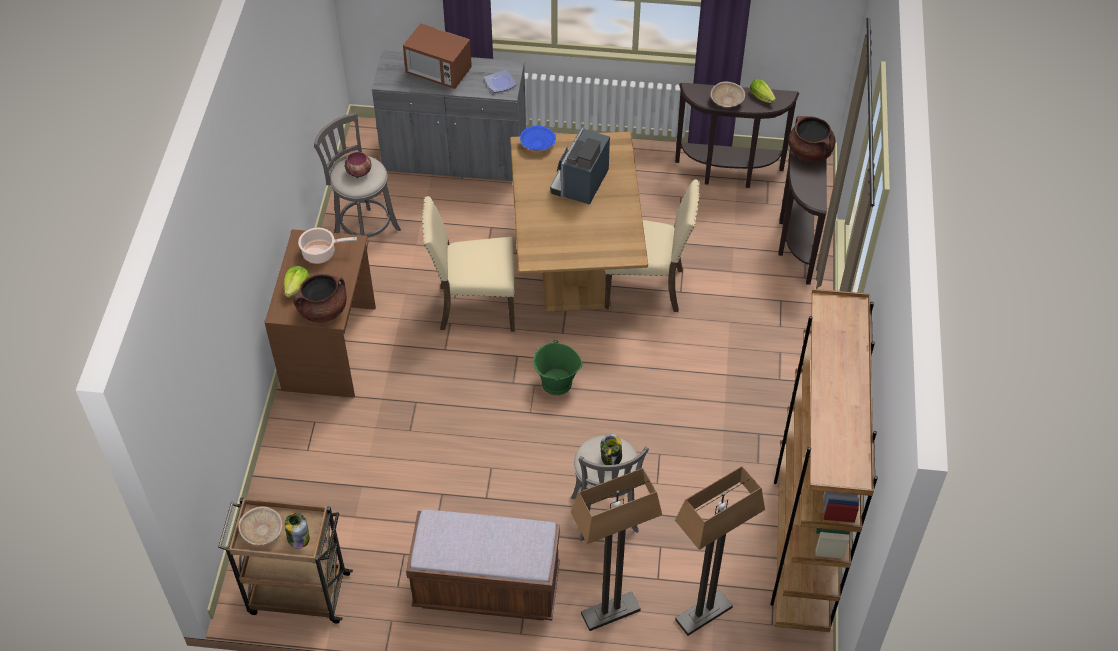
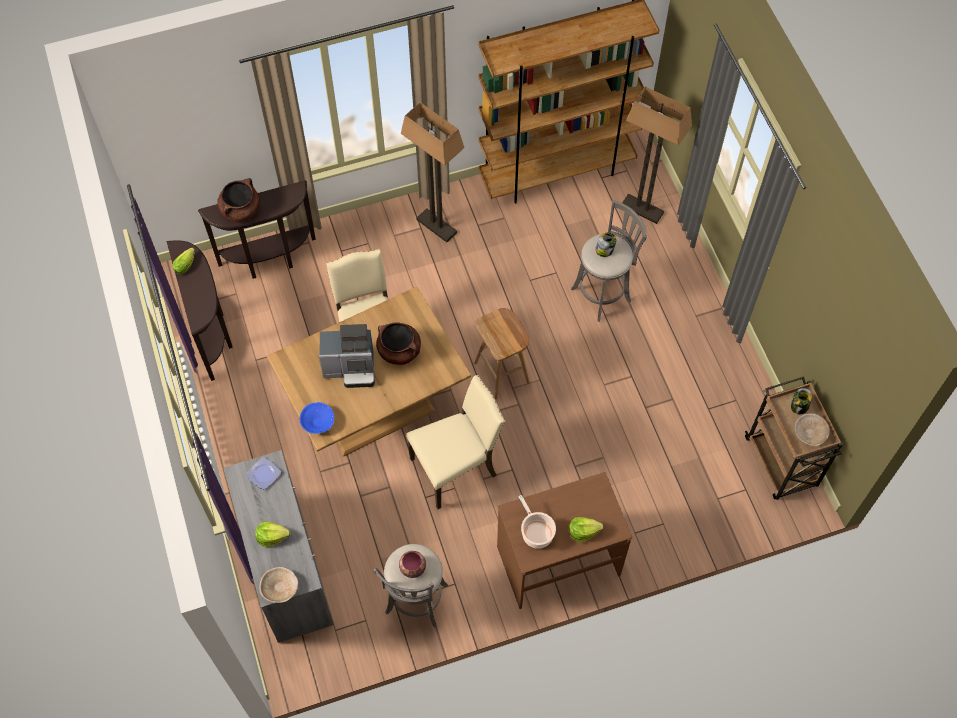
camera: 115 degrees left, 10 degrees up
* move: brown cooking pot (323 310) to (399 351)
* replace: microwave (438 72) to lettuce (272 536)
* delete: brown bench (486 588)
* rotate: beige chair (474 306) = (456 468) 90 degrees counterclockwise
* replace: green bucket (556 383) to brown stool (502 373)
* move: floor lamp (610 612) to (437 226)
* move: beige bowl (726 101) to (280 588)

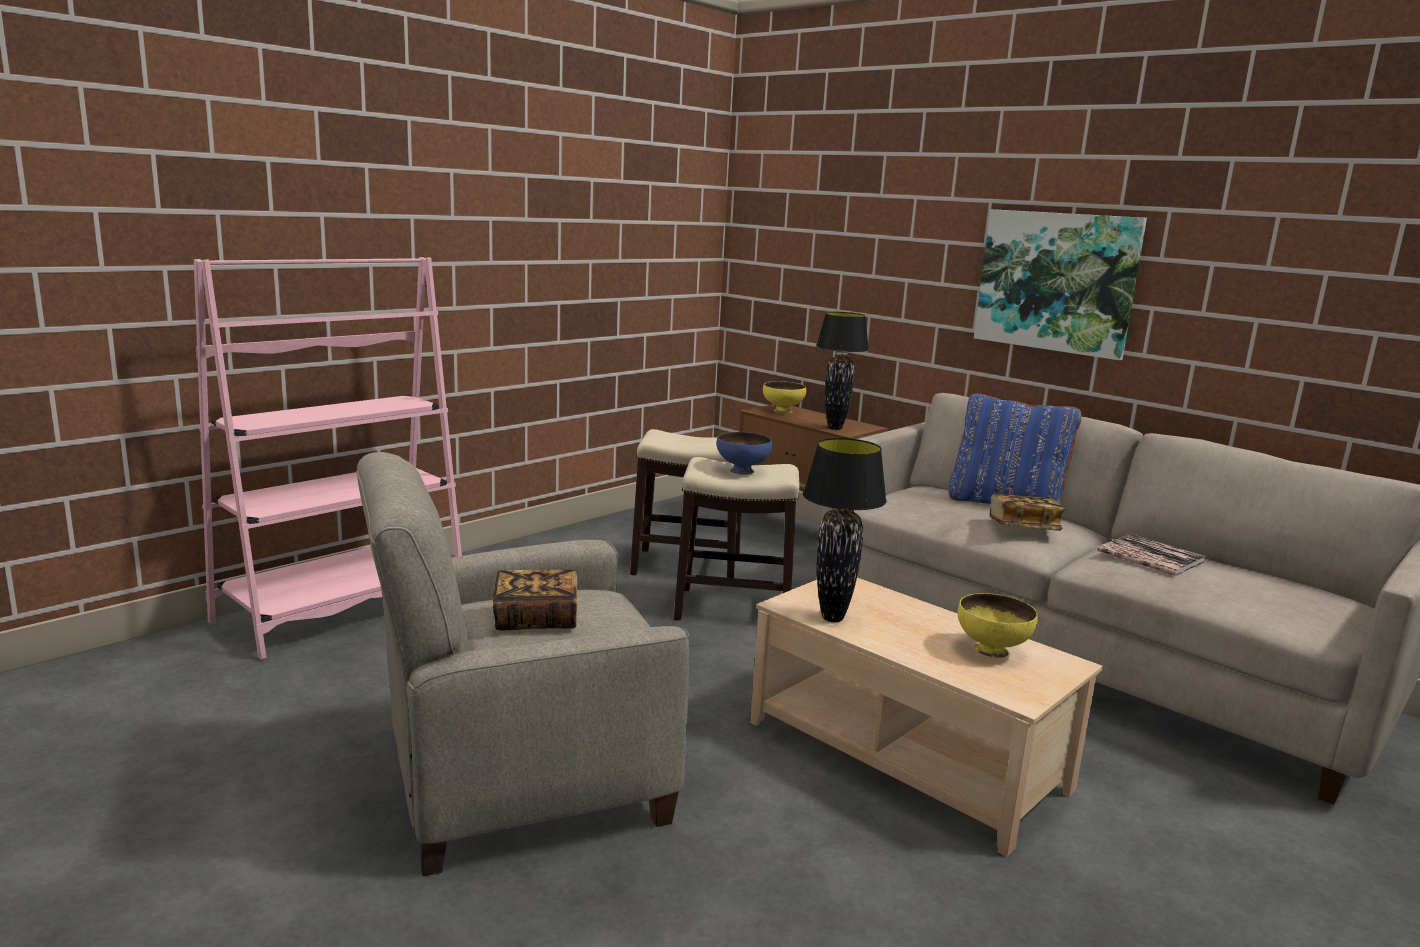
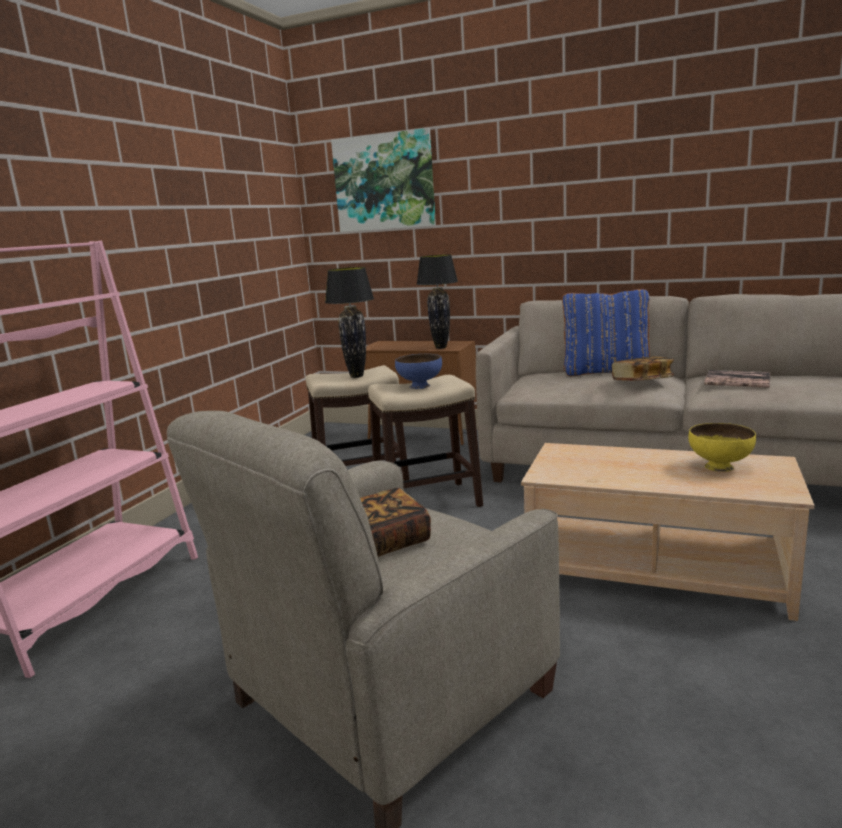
camera: 20 degrees left, 0 degrees up
* delete: yellow bowl (783 411)
* move: black table lamp (832 618) to (356 376)
* move: picture (1056 282) to (384 182)

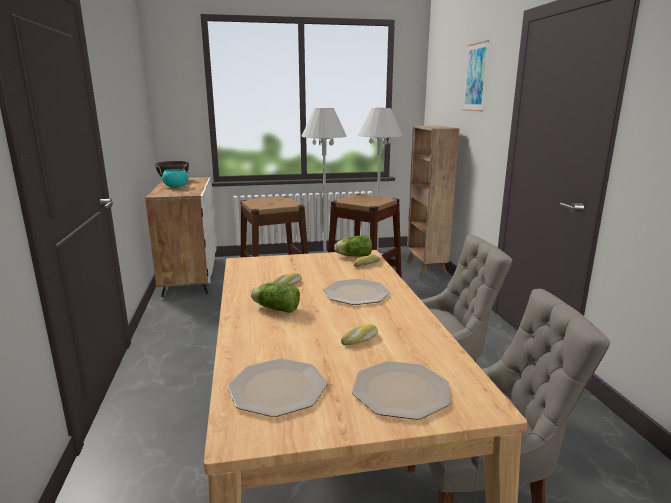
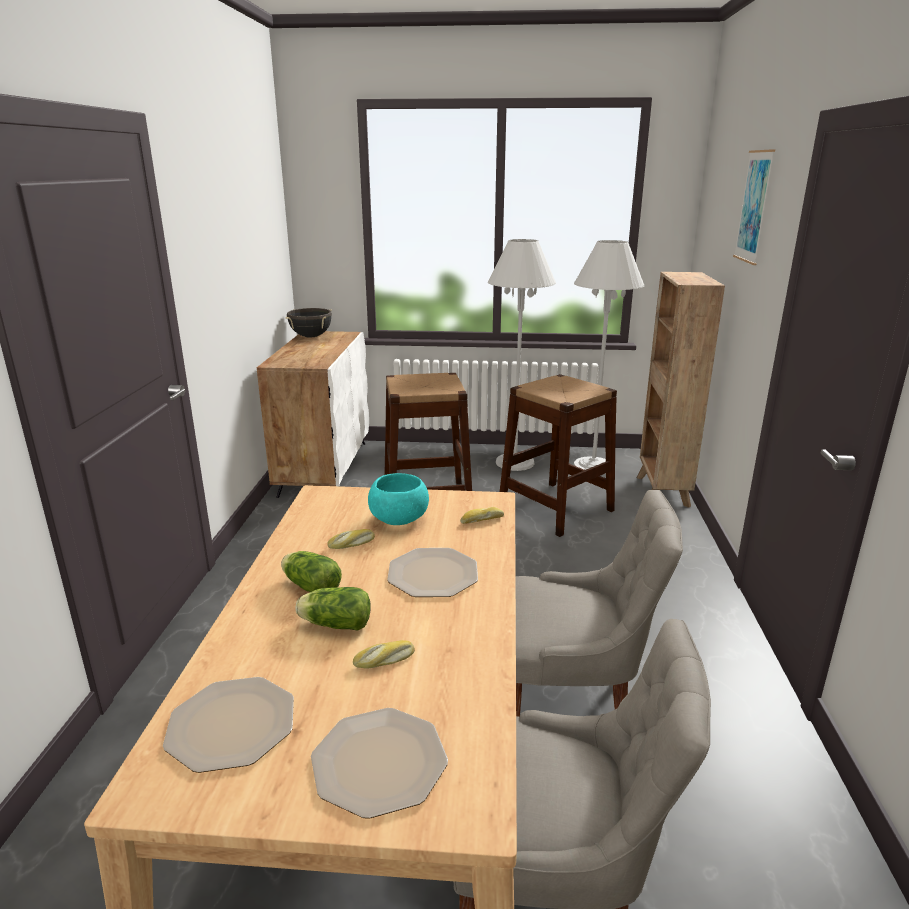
camera: 15 degrees right, 5 degrees up
* move: turquoise bowl (176 187) to (399 519)
* move: lettuce (353 256) to (334 624)

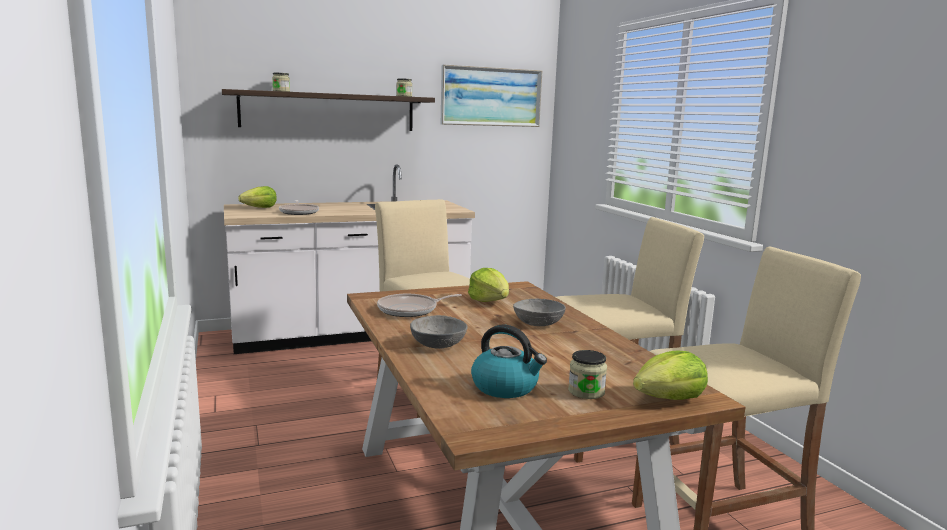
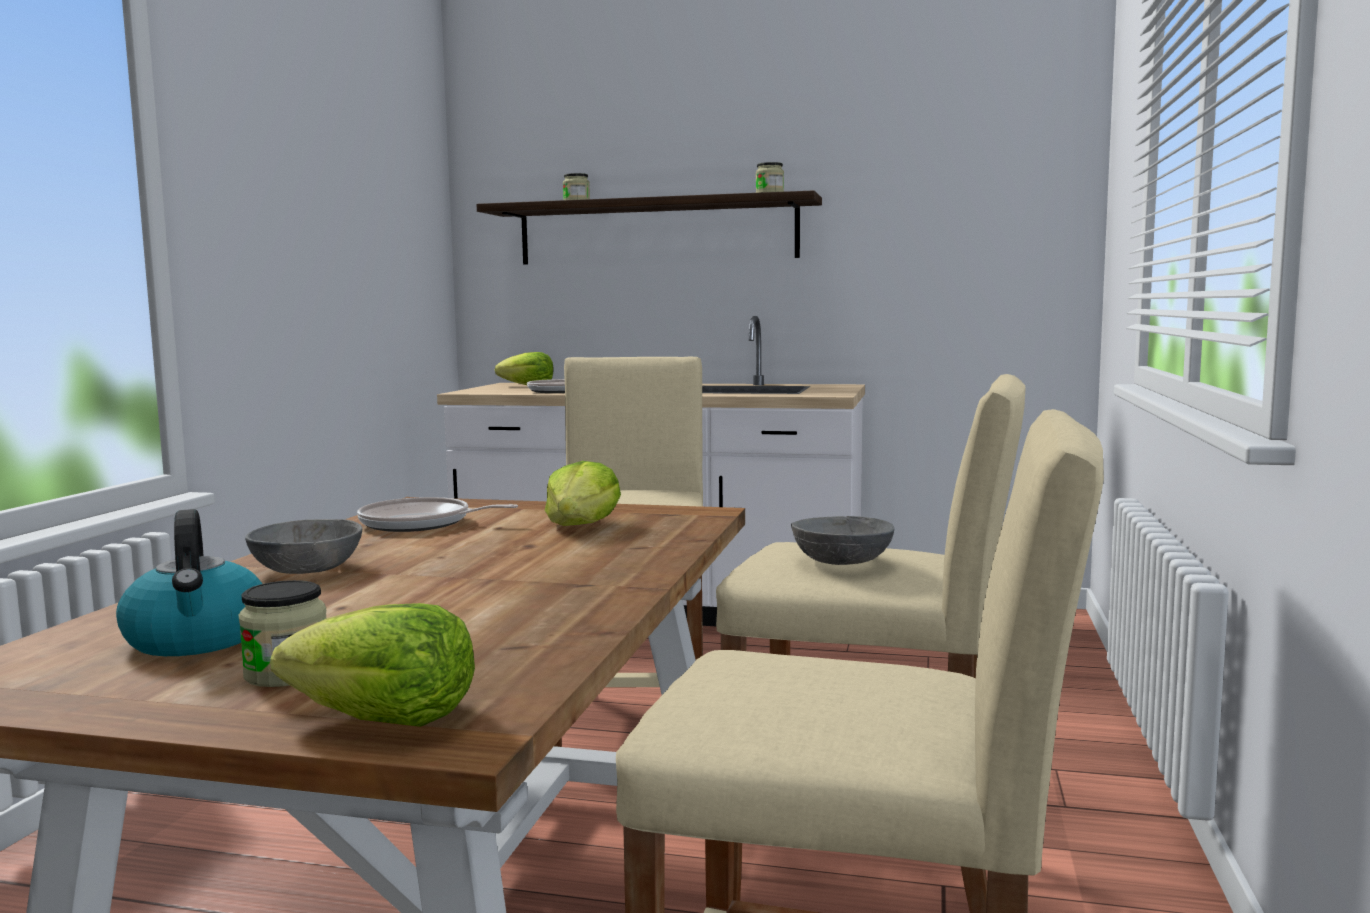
camera: 35 degrees right, 5 degrees down
* delete: picture (491 97)
* move: grey bowl (539 323) to (842 561)

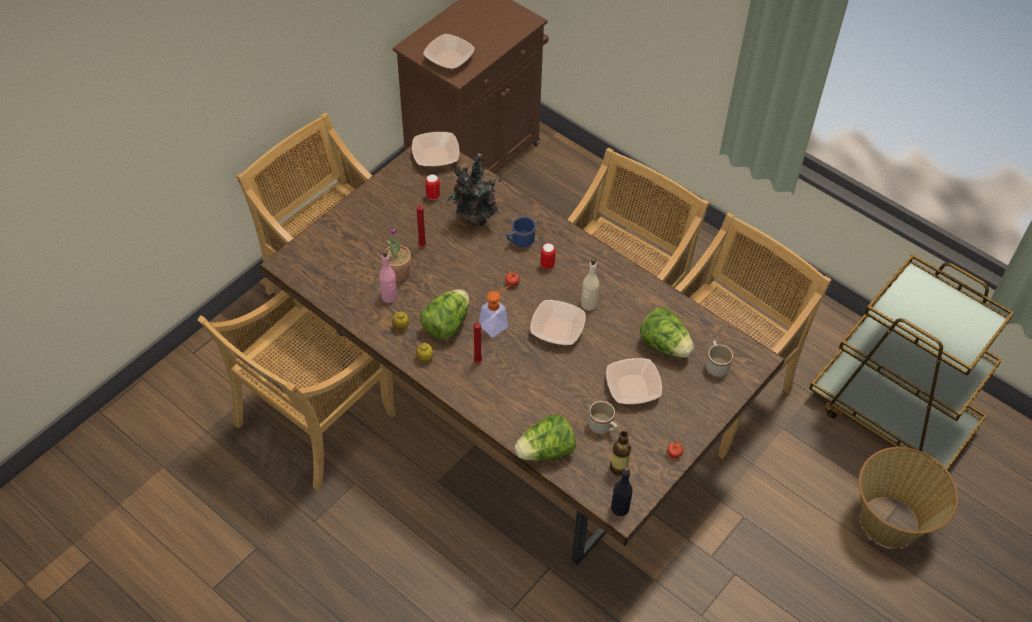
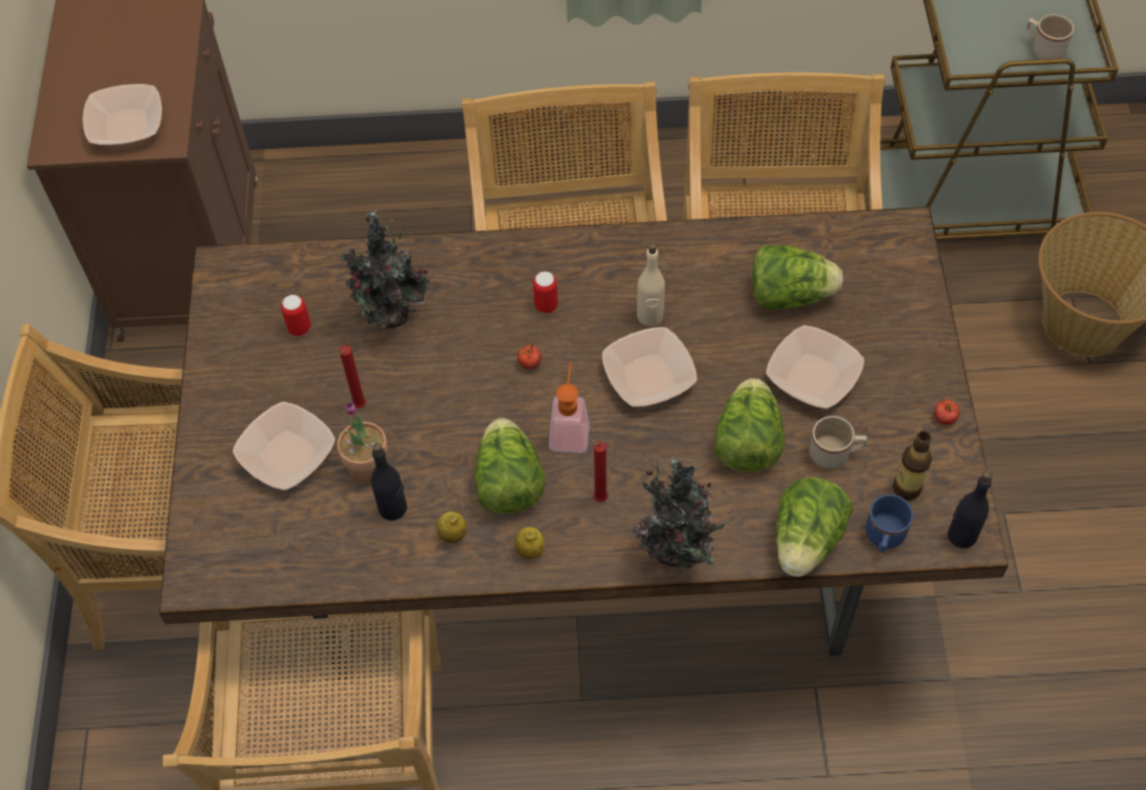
camera: 40 degrees left, 5 degrees up
* recolor: pink bottle (389 297) to black bottle (393 508)
* move: bowl (436 156) to (287 455)
* move: blue mug (520 241) to (883 538)
* move: beige mug (716 365) to (1043 49)
* insert: potted plant (677 552)
* insert: lettuce (747 442)

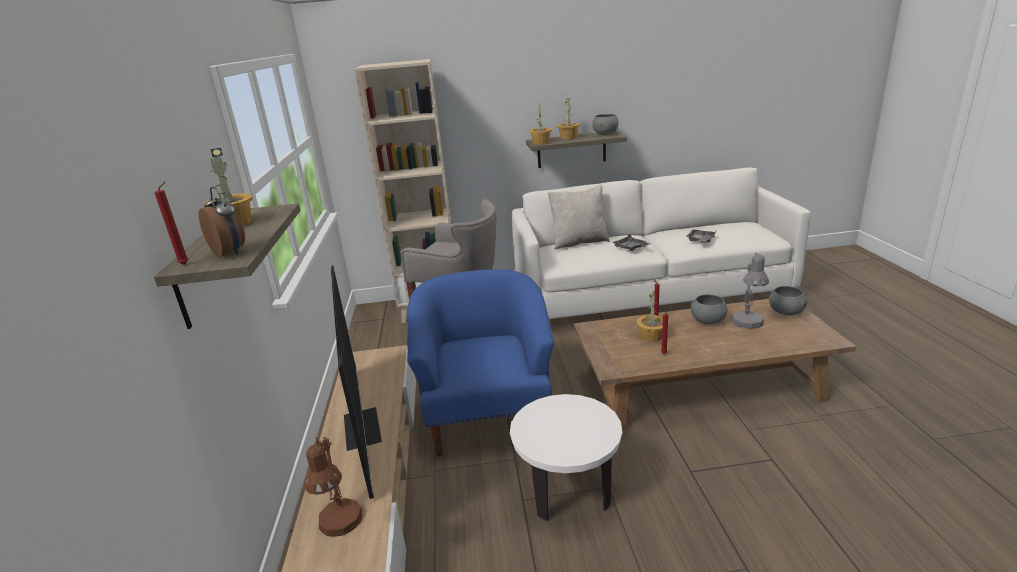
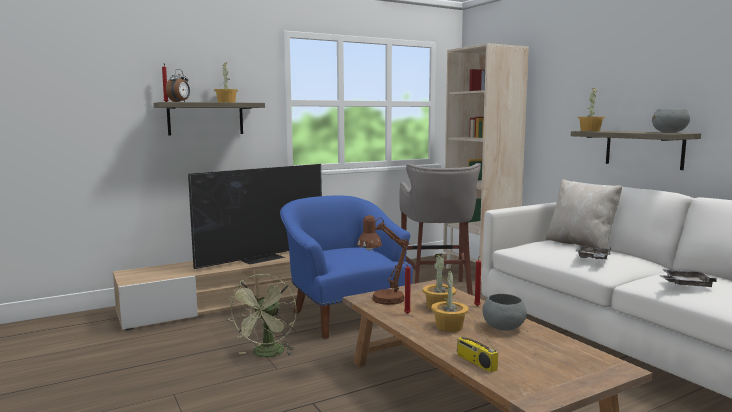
camera: 65 degrees right, 15 degrees down
* move: brown table lamp (341 526) to (382 300)
* rotate: blue armchair (488 415) = (345 315) 90 degrees counterclockwise
* replace: white side table (568 491) to green fan (267 354)
* move: potted plant (568 137) to (449 327)
* delete: grey table lamp (748 324)
* delete: grey bowl (786 312)
* insert: radio (475 362)

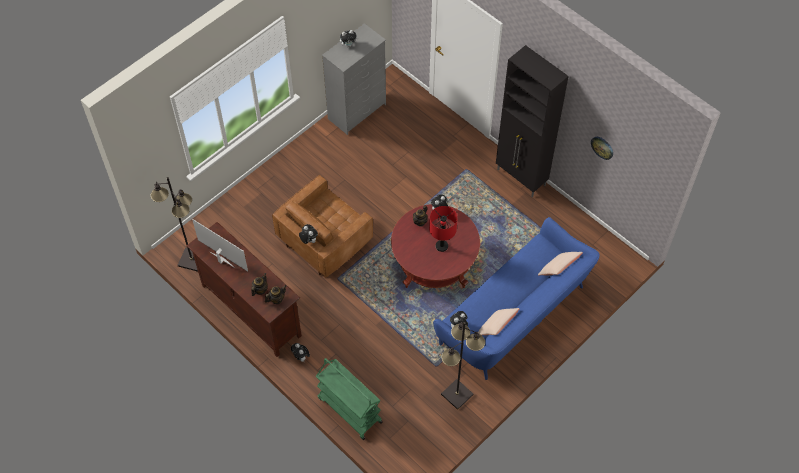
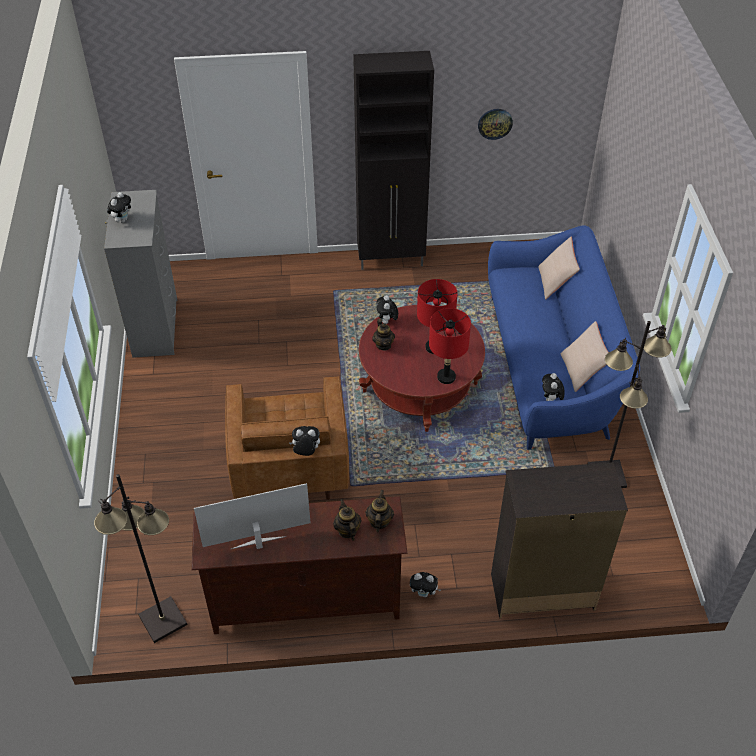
camera: 50 degrees left, 10 degrees down
* replace: green cart (349 410) to black dresser (541 591)
* insert: red table lamp (446 377)

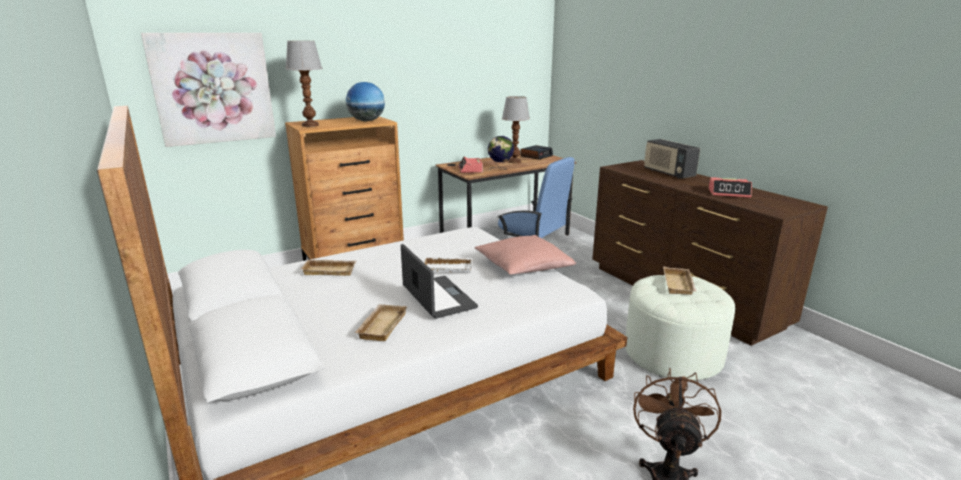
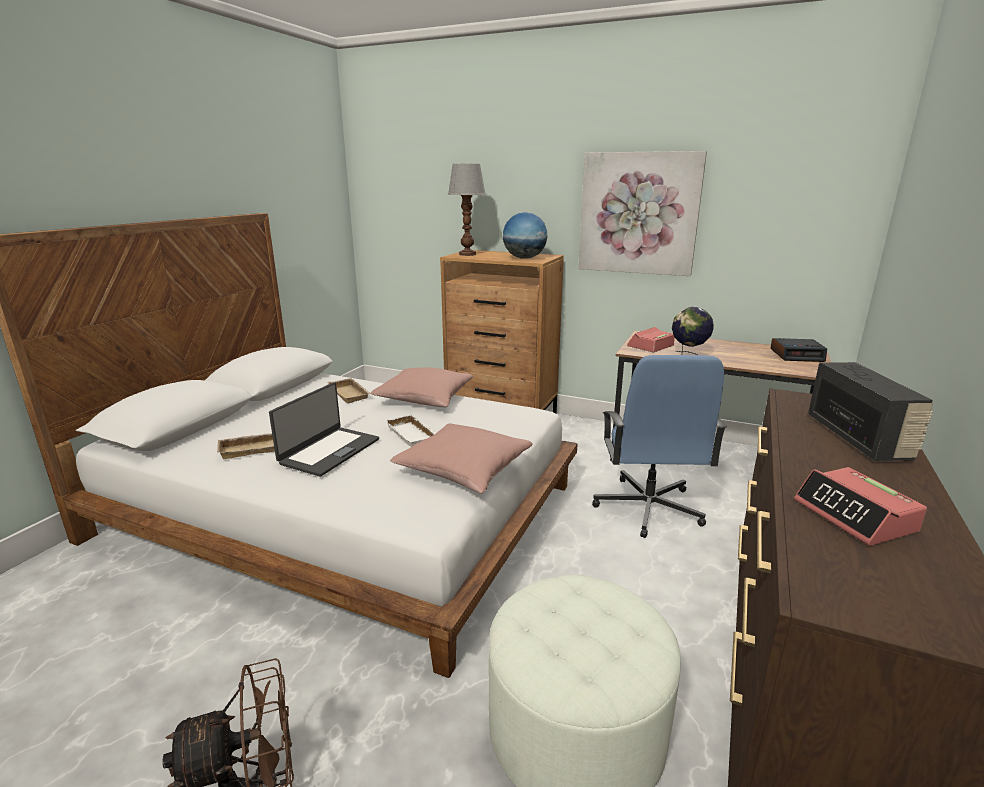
camera: 55 degrees right, 0 degrees up
* move: picture (213 88) to (638 214)
* delete: table lamp (514 162)
* rotate: radio (668 173) = (857 438) 150 degrees clockwise
* delete: beige tray (679 285)
* insert: pink pillow (424 399)

